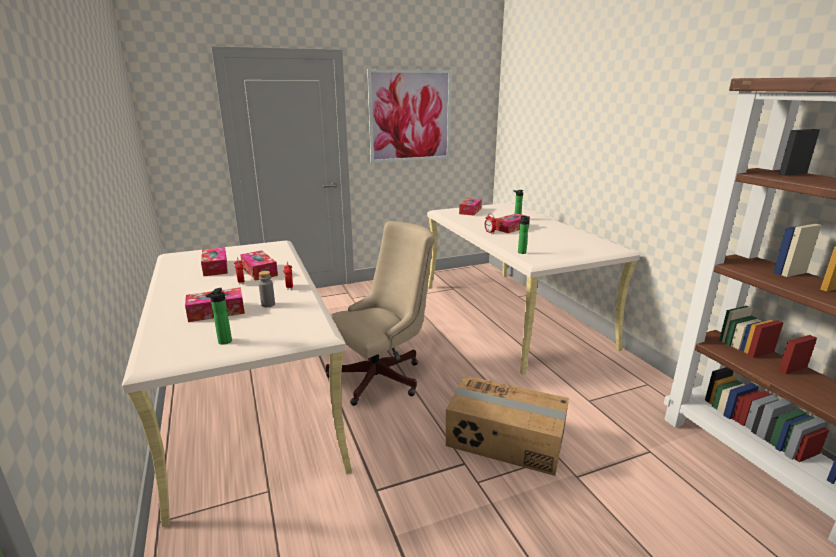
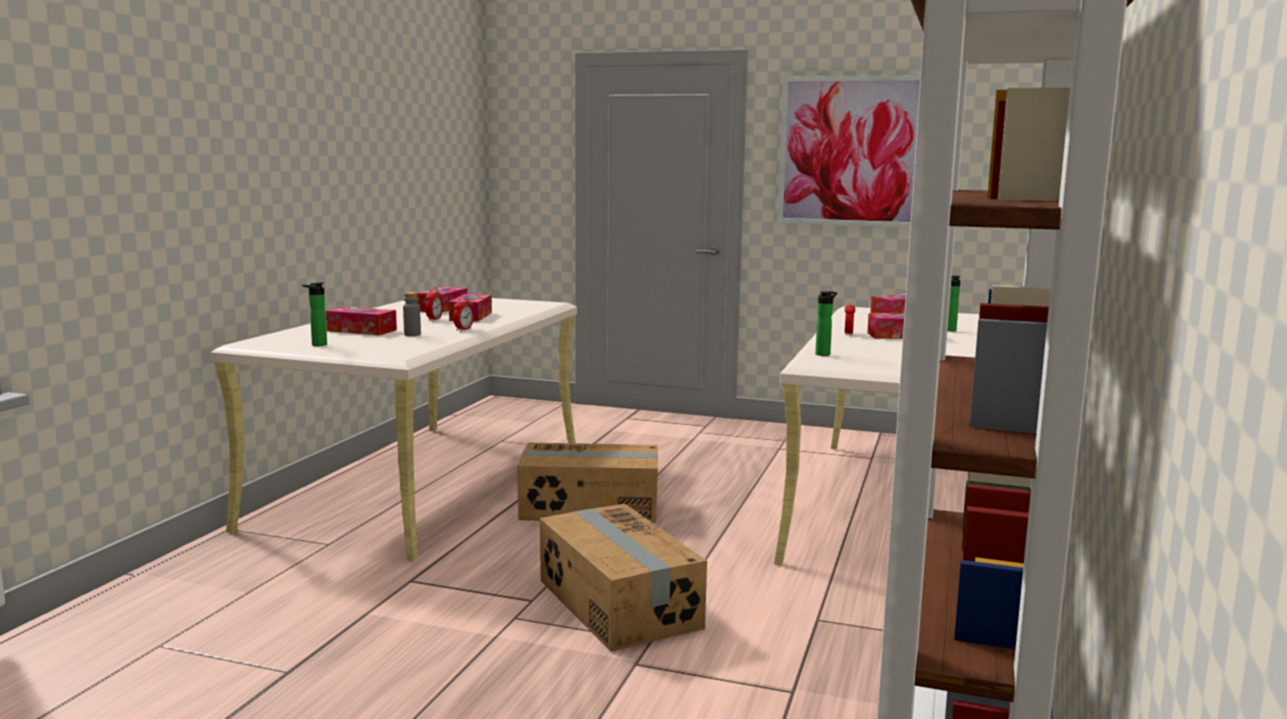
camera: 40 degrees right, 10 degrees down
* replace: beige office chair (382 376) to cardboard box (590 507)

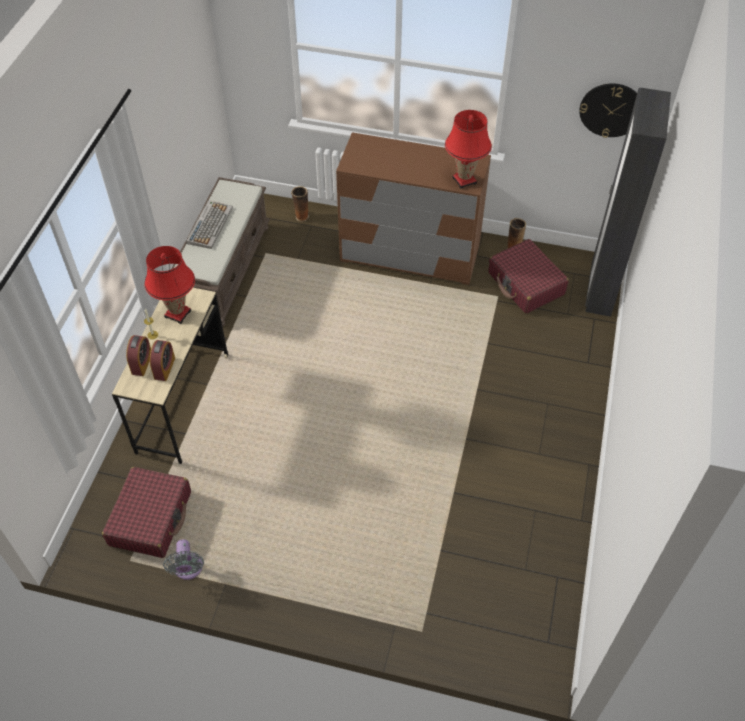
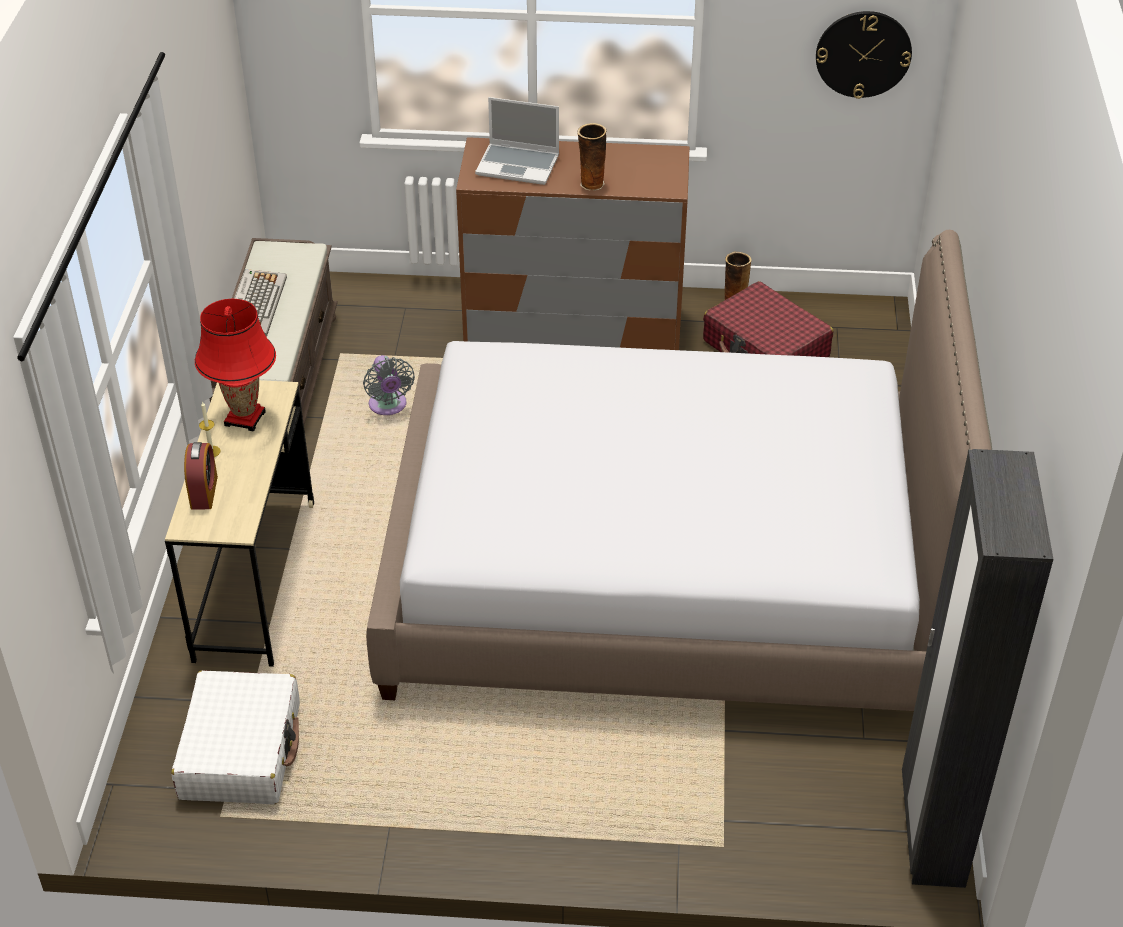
camera: 10 degrees left, 10 degrees down
* recolor: red suitcase (151 518) to white suitcase (241 751)
* delete: alarm clock (164 368)
* move: grey fan (188 569) to (388 406)
* move: vase (301 217) to (591 184)
* delete: red table lamp (464 180)
* move: black wardrobe (600 291) to (931 831)
* insert: bed (664 575)
* insert: laptop (519 165)

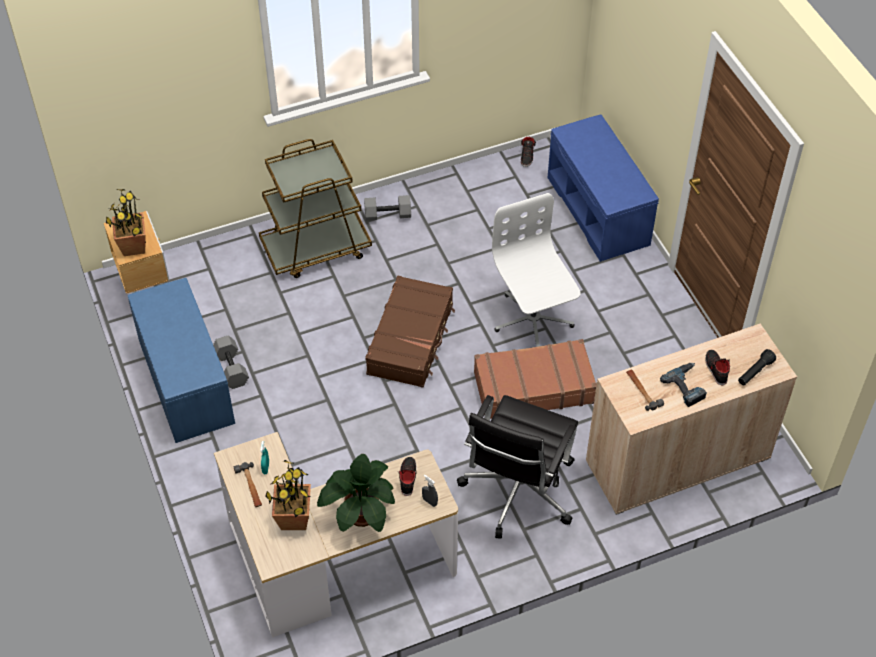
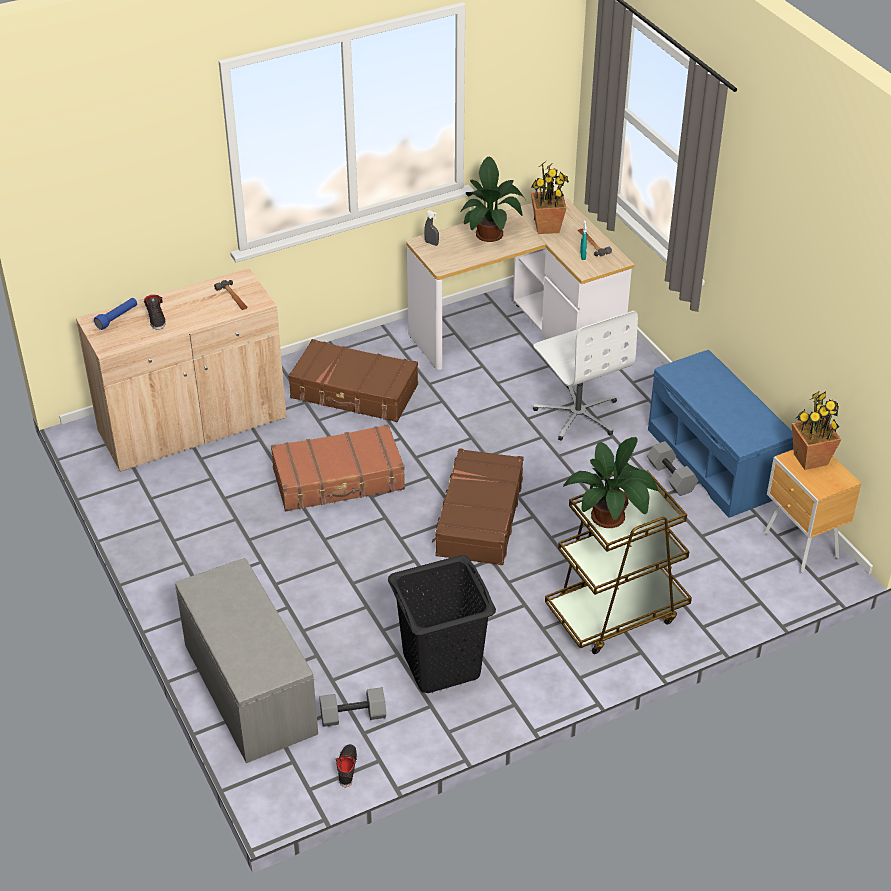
camera: 175 degrees right, 10 degrees down
* move: grey dumbbell (388 214) to (352 717)
* delete: black shoe (407 477)
* replace: black office chair (517 492) to brown suitcase (354 392)
* move: white office chair (532 320) to (578 414)
* recolor: blue bench (599 211) to grey bench (247 688)
* delete: power drill (687 386)
* recolor: black flashlight (755 372) to blue flashlight (117 318)
* insert: black laundry basket (440 664)
* insert: potted plant (611 516)

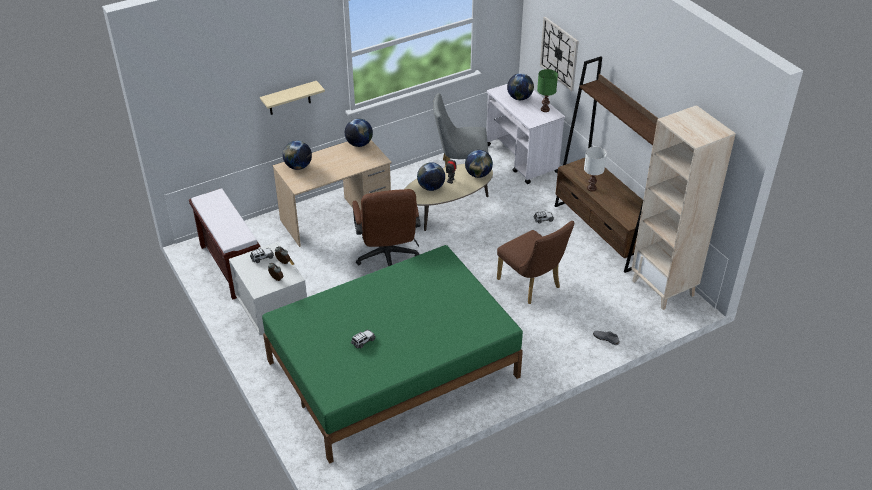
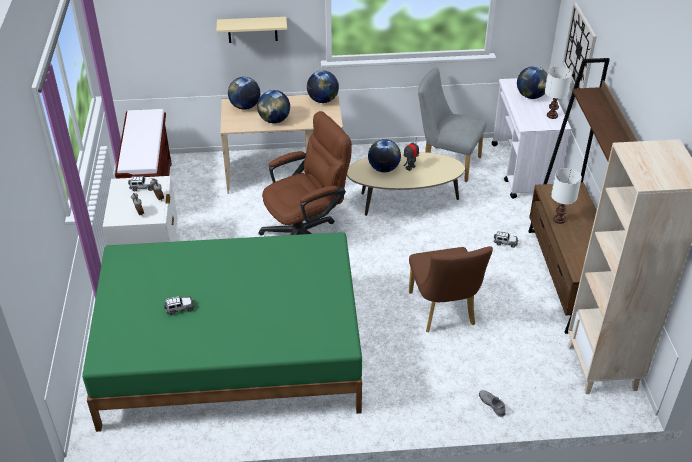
camera: 25 degrees right, 0 degrees up
* rotate: brown office chair (387 258) = (306 233) 135 degrees counterclockwise
* move: globe (478 175) to (274 120)
* recolor: green table lamp (545 110) to white table lamp (552 116)

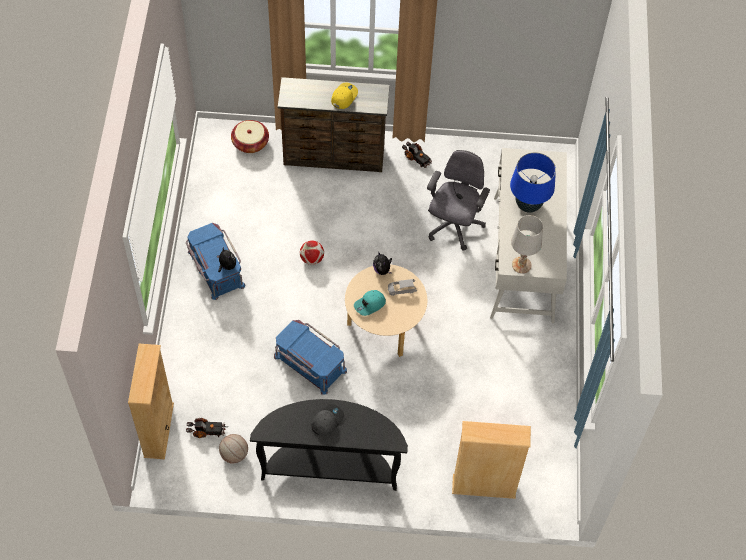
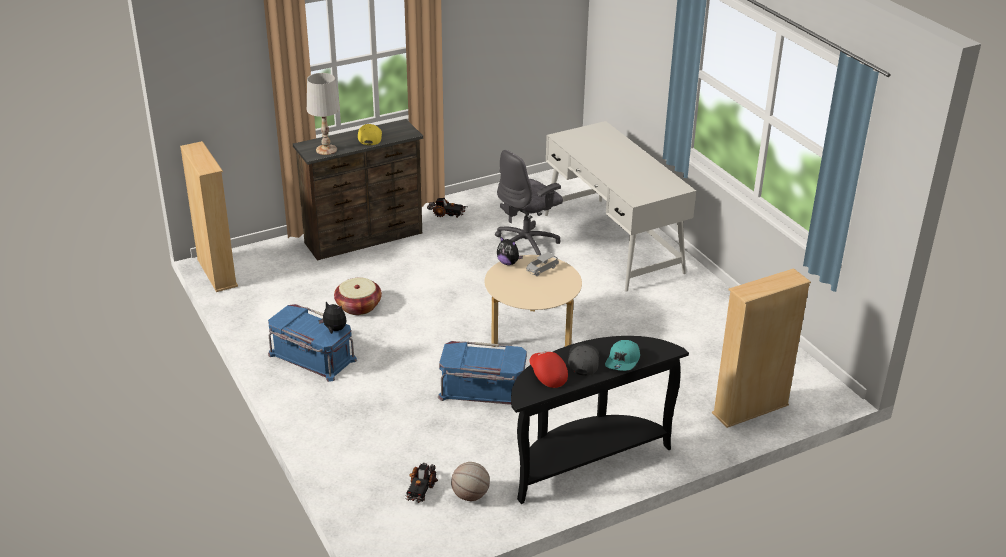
camera: 30 degrees left, 25 degrees down
* move: beige bookcase (158 430) to (217 273)
* rotate: toy truck (207 431) = (420 489) 135 degrees clockwise
* move: basket (250 143) to (358 306)
* delete: football (312 259)
* move: turquoise cap (370 305) to (623 361)
* rotate: grey office chair (453 226) = (527 244) 120 degrees counterclockwise
* delete: blue table lamp (528 205)
* move: white table lamp (522 265) to (326 150)
* insert: red cap (547 375)

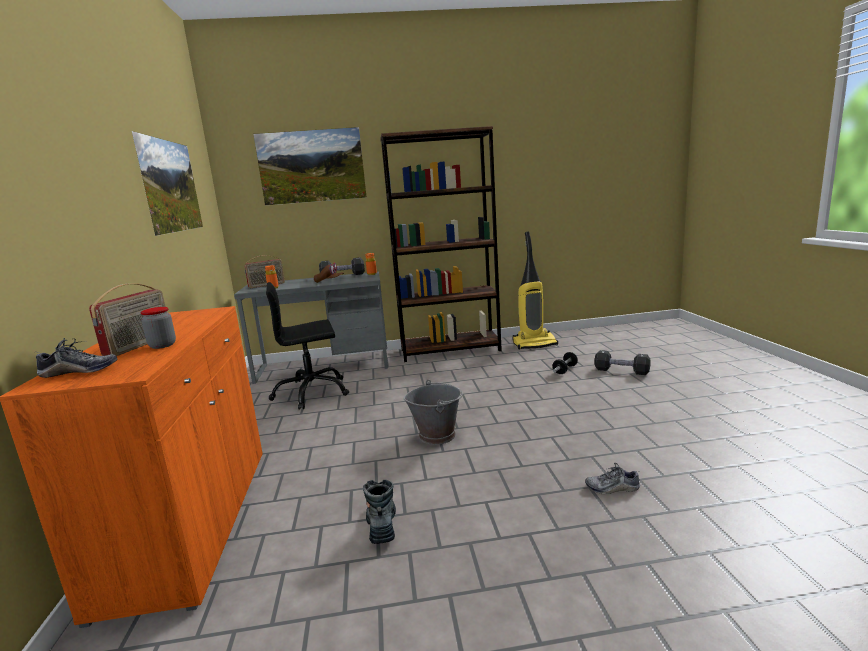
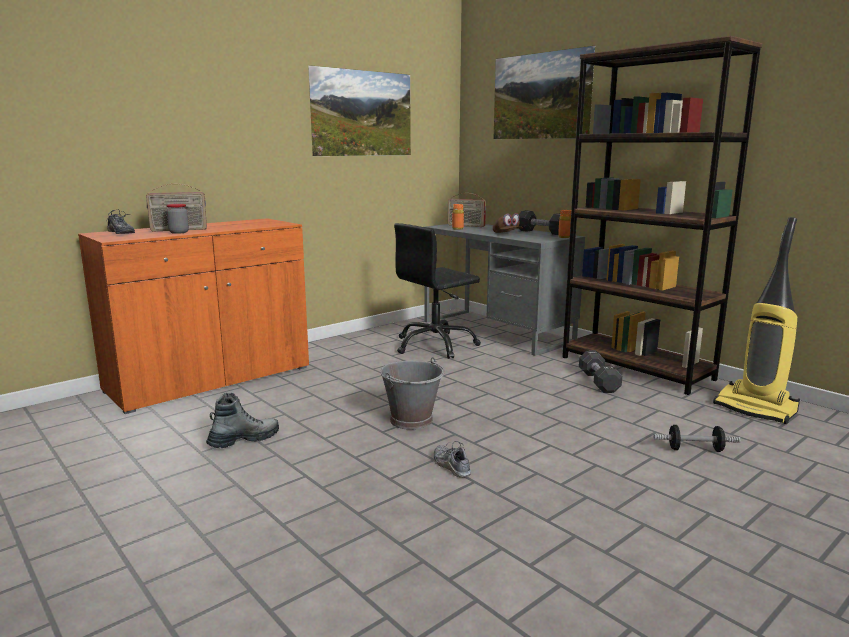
camera: 55 degrees right, 0 degrees up
* rotate: black office chair (311 392) = (435 345) 75 degrees counterclockwise
* move: shoe (612 488) to (451 466)
* move: black dumbbell (621 371) to (598 382)

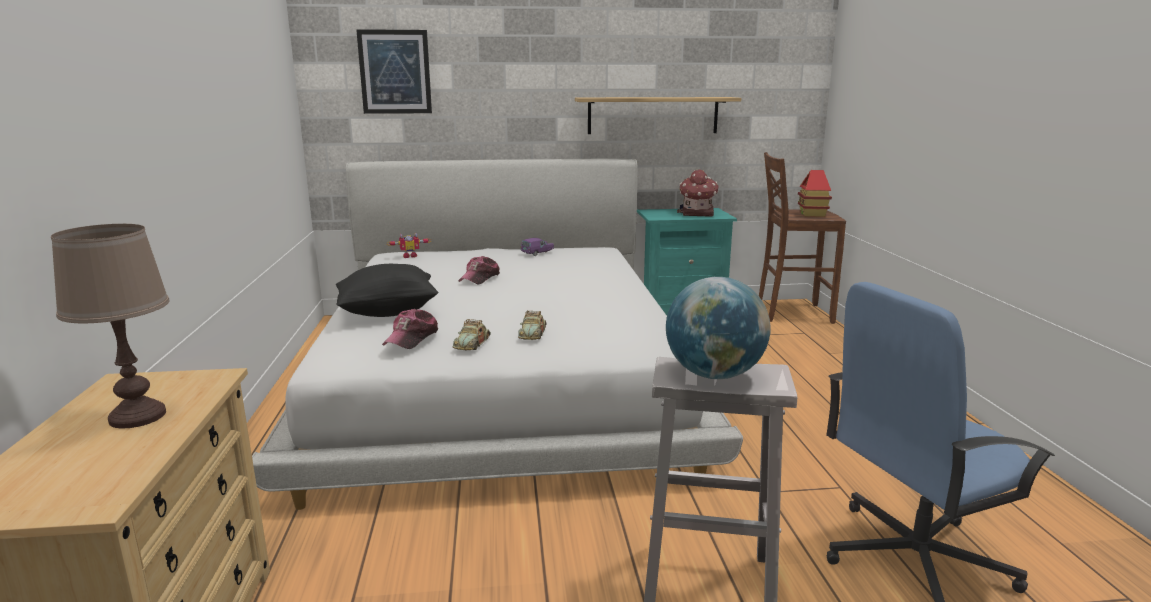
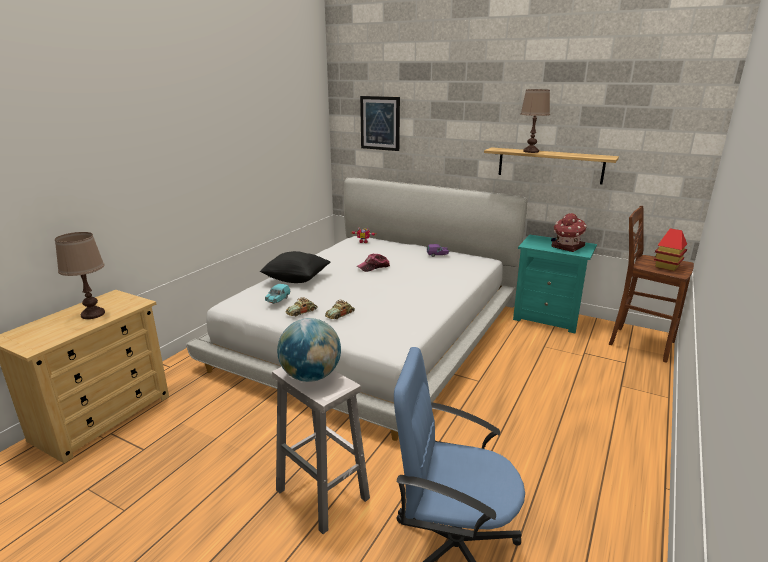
camera: 35 degrees right, 5 degrees up
* replace: cap (412 338) to turquoise toy car (278 300)
* insert: brown table lamp (531 151)

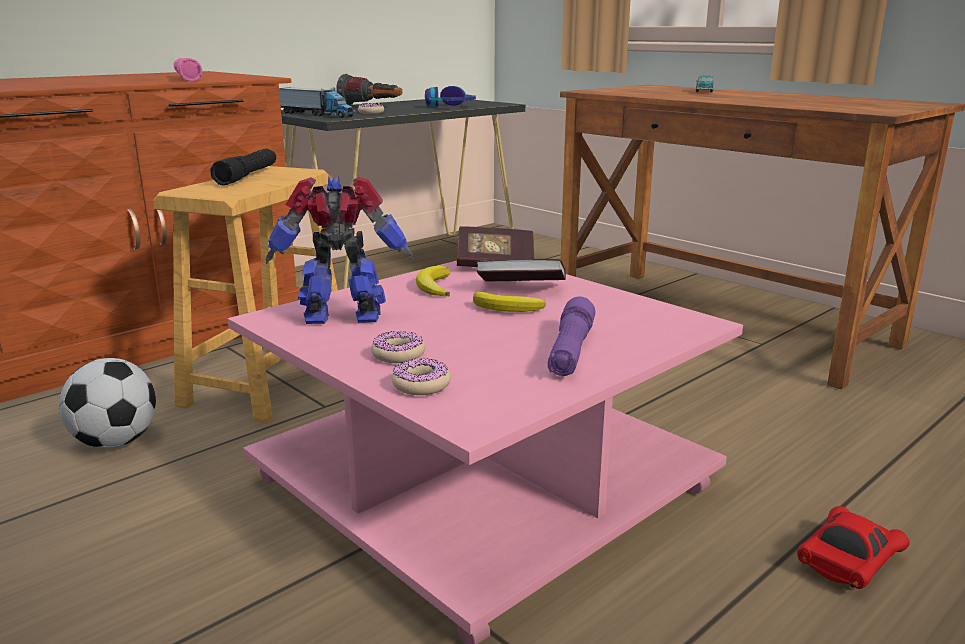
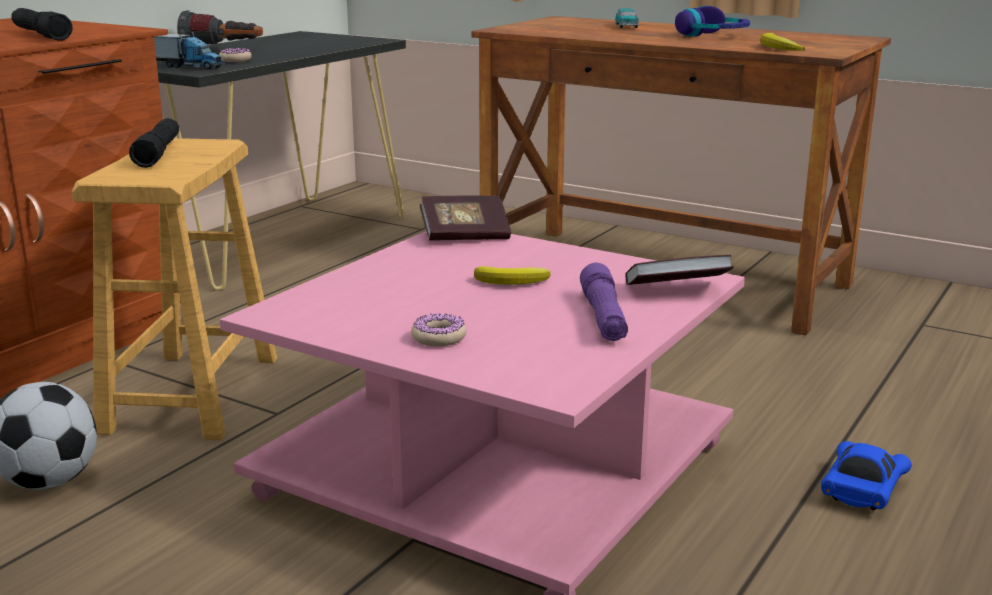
camera: 15 degrees left, 0 degrees up
* recolor: pink flashlight (187 78) to black flashlight (41 35)
* delete: toy robot (344 318)
* delete: donut (421 385)
* move: banana (434 286) to (778 48)
* move: headphones (451 106) to (713 35)
* move: book (521 289) to (676 291)
* recolor: red toy car (847 563) to blue toy car (861 491)

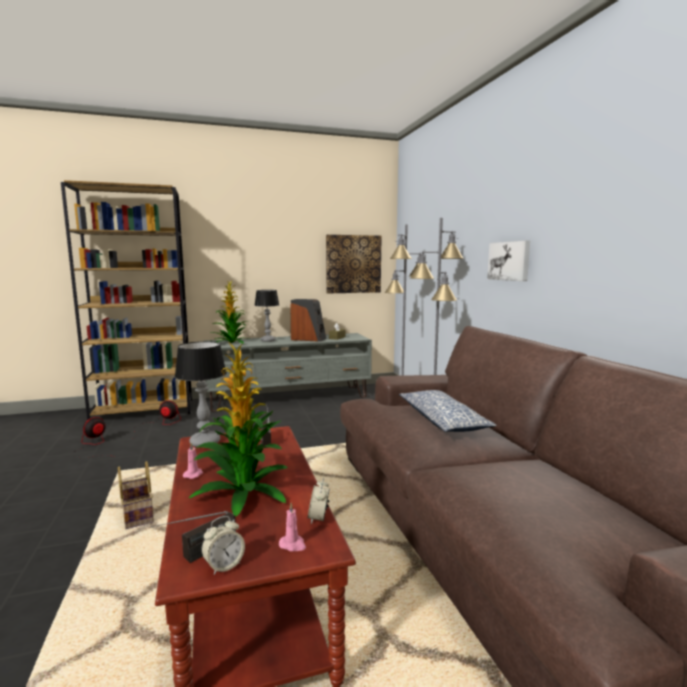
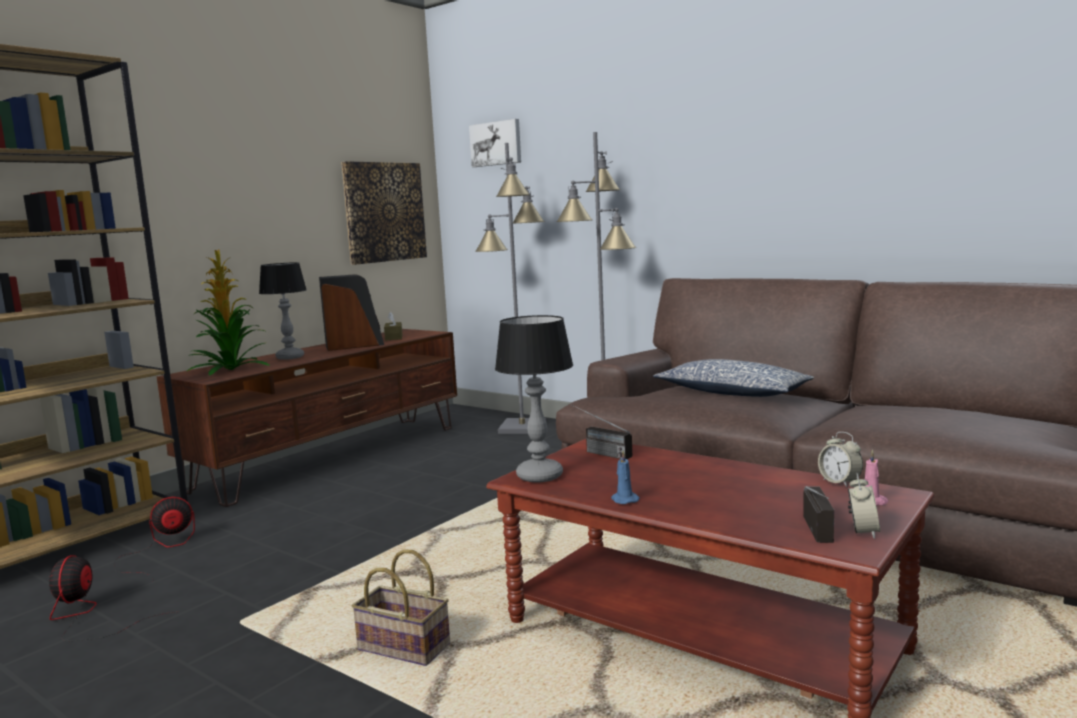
camera: 35 degrees left, 0 degrees up
* recolor: pink candle (193 474) to blue candle (624 499)
* delete: potted plant (242 491)
* recolor: grey tv stand (289 398) to brown tv stand (333 457)
* move: picture (509 261) to (496 143)

